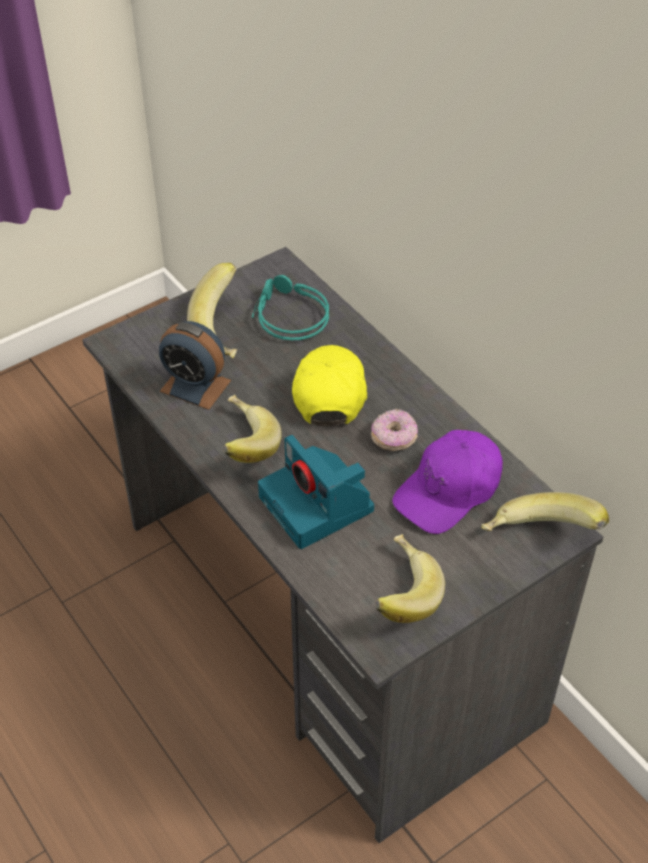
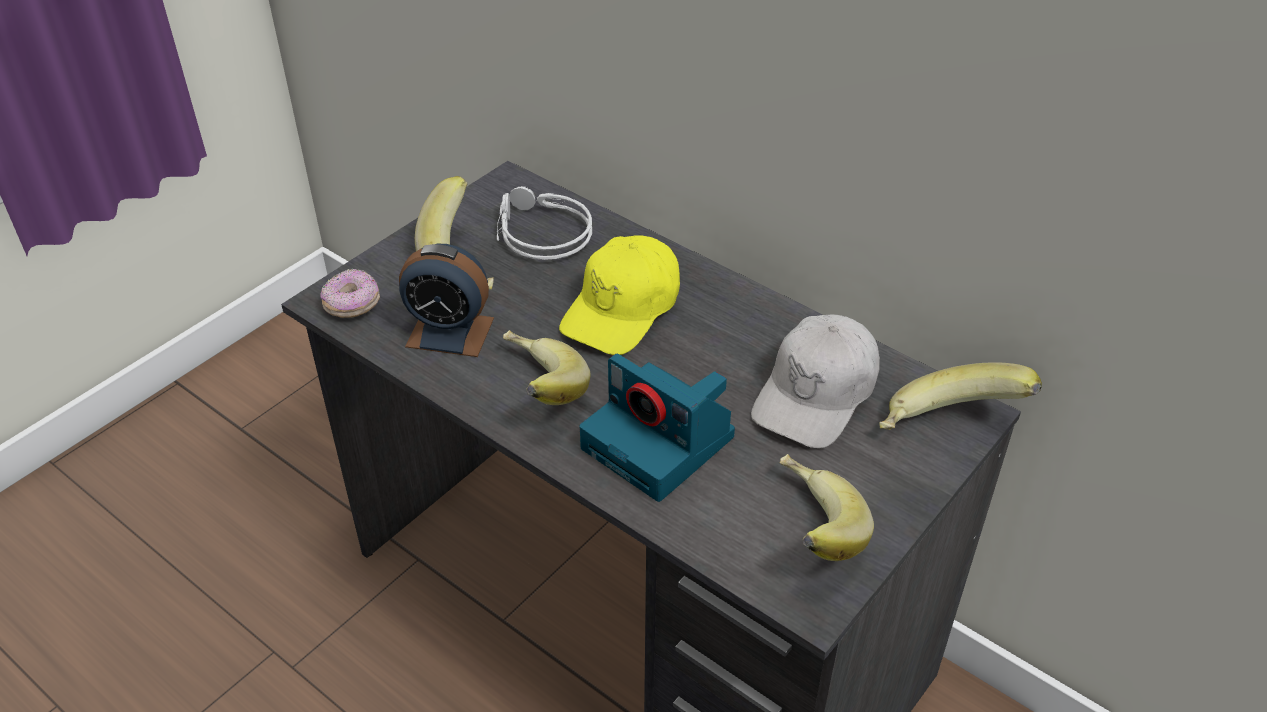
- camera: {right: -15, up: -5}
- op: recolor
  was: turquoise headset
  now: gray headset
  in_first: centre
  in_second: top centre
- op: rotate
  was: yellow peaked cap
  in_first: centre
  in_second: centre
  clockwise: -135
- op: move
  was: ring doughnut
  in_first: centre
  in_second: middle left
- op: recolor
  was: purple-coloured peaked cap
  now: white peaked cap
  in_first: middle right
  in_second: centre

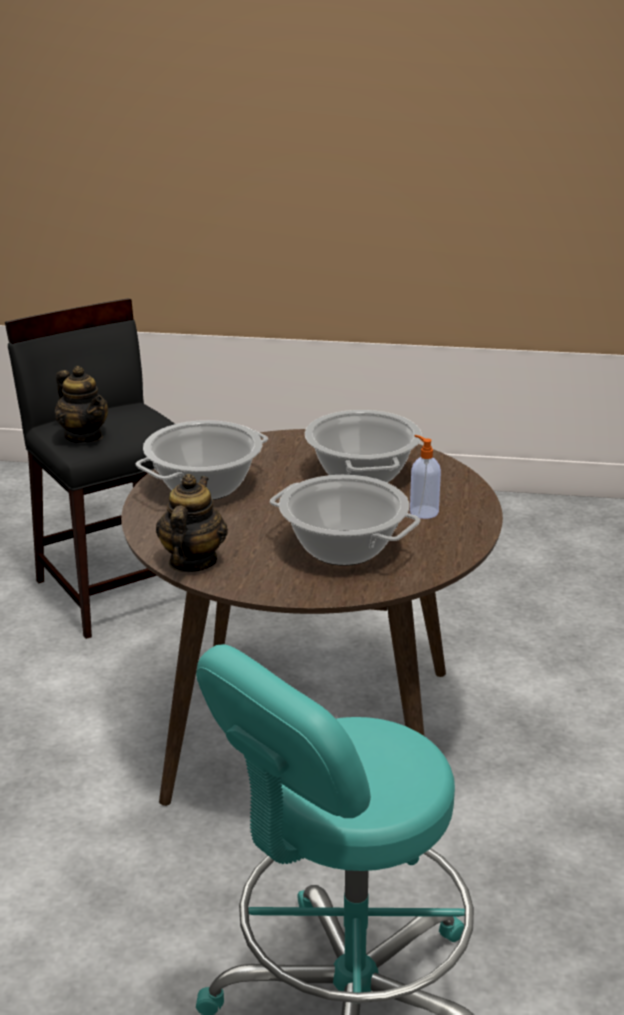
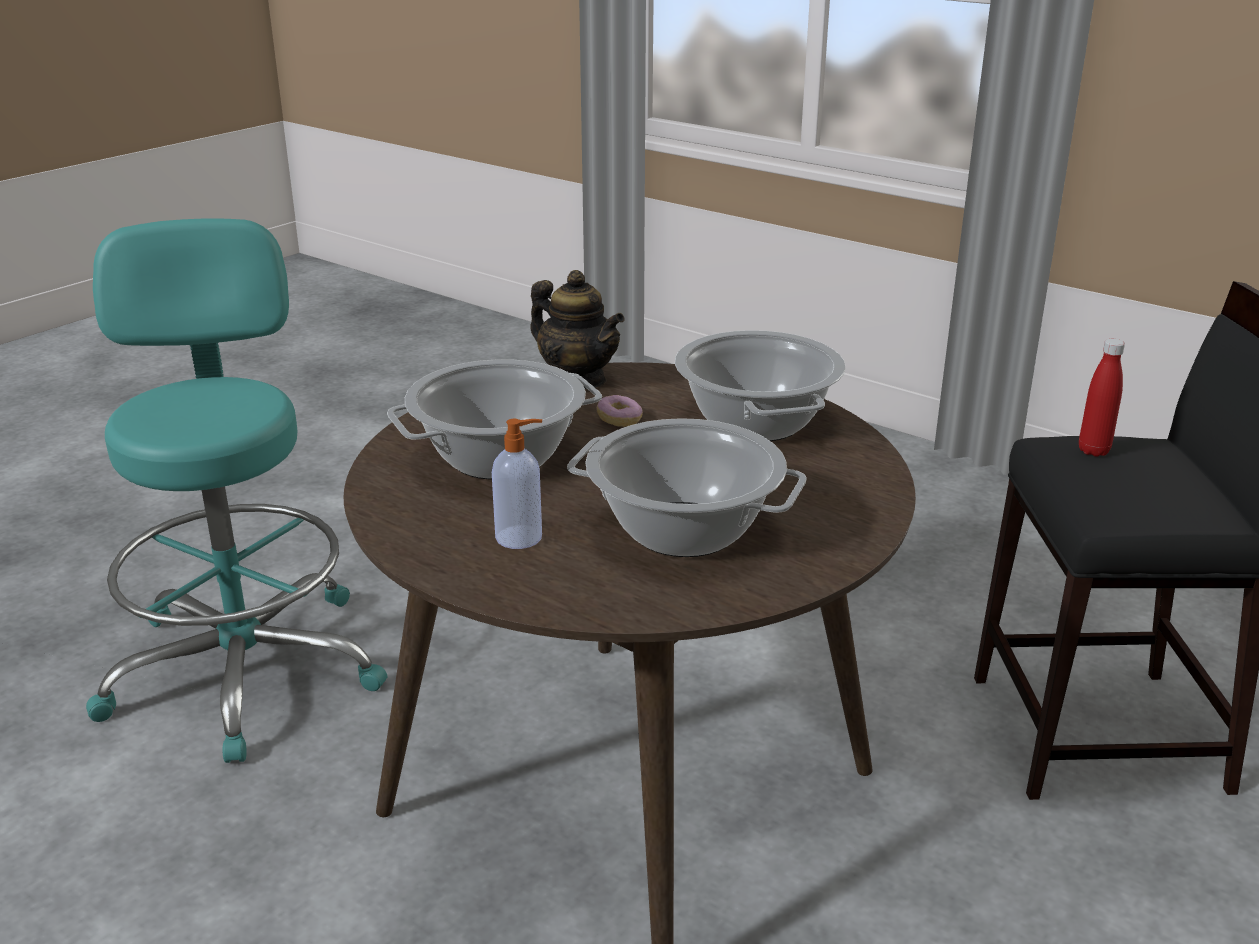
- camera: {right: 120, up: 0}
- op: replace
  was: tea pot (1st from left)
  now: reddish drink bottle
  in_first: middle left
  in_second: middle right
- op: insert
  now: ring doughnut
  in_second: centre

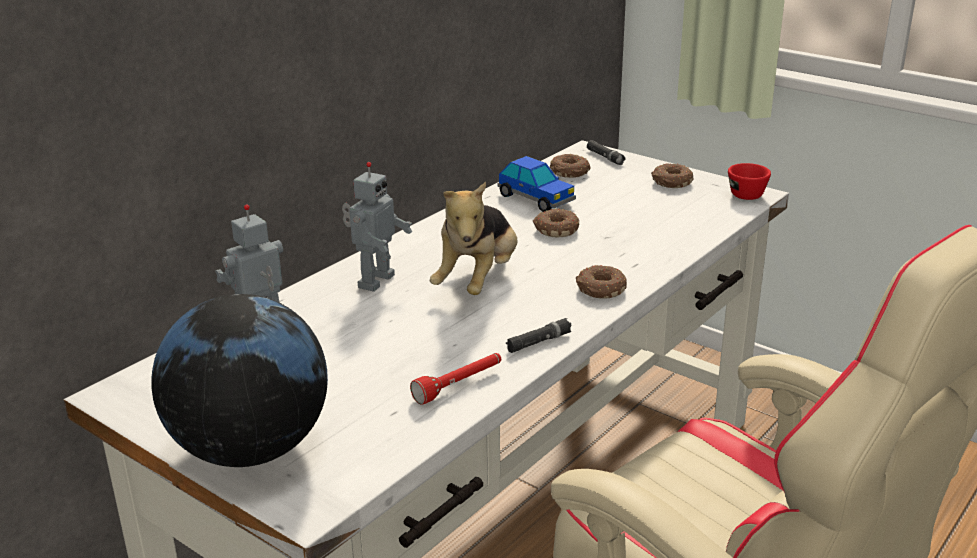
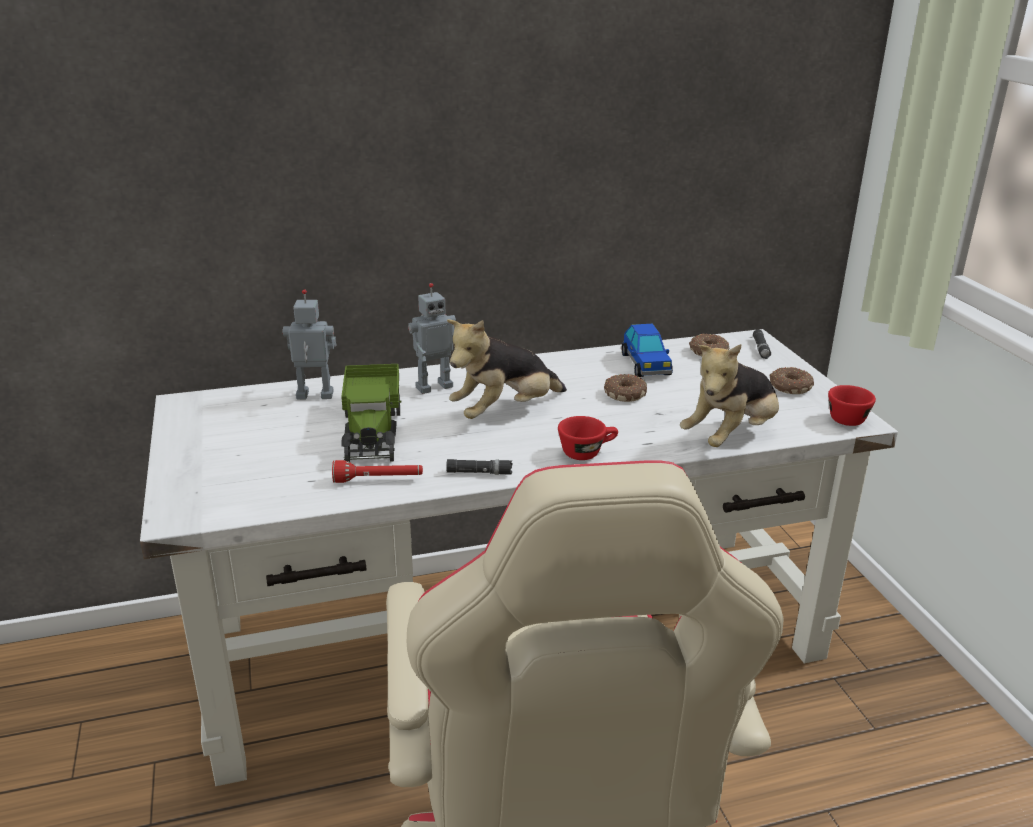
- camera: {right: 35, up: 0}
- op: replace
  was: ring doughnut (3rd from left)
  now: reddish small cup (1st from left)
  in_first: centre
  in_second: centre
- op: delete
  was: world globe
  in_first: bottom left
- op: insert
  now: soft toy (2nd from left)
  in_second: middle right
- op: insert
  now: model truck
  in_second: centre

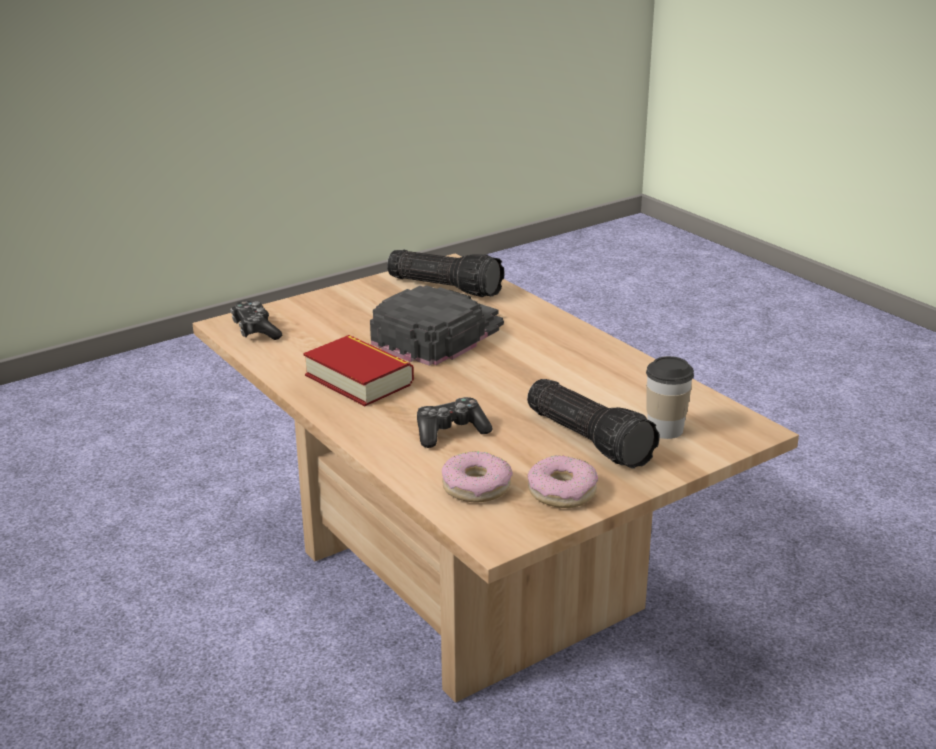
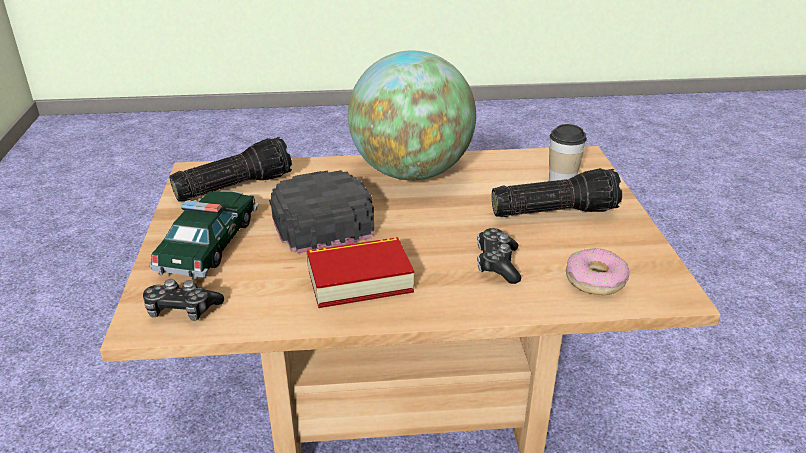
- camera: {right: -60, up: 5}
- op: delete
  was: ring doughnut (2nd from left)
  in_first: centre
- op: insert
  now: world globe
  in_second: top centre
- op: insert
  now: model car
  in_second: middle left

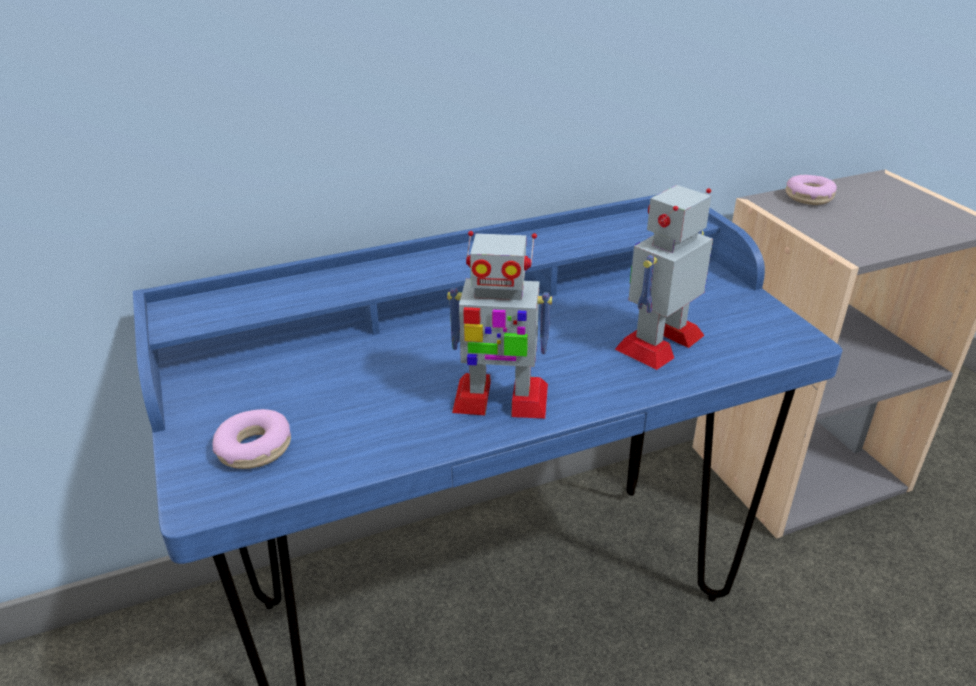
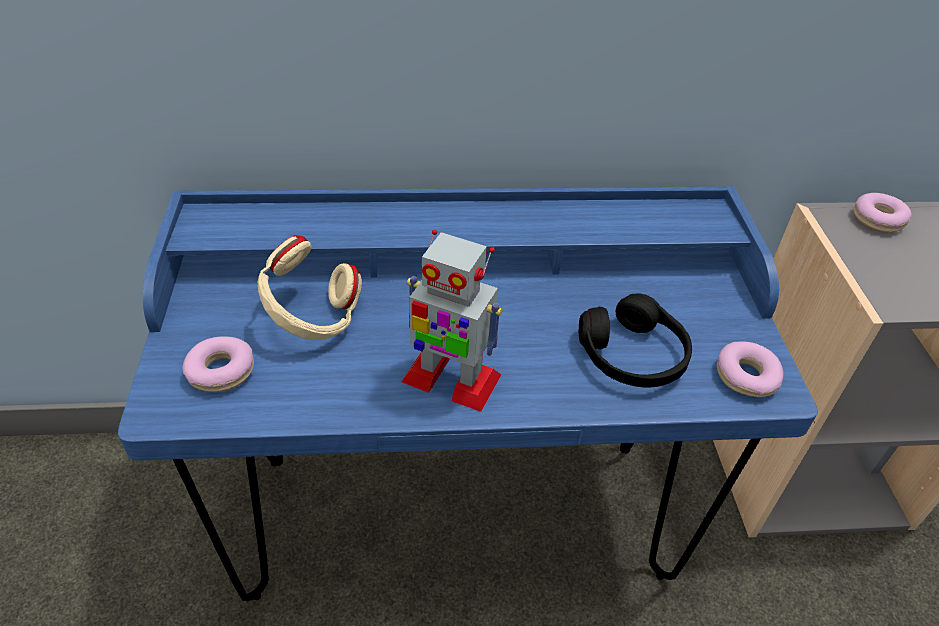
- camera: {right: 15, up: 10}
- op: replace
  was: model robot (2nd from left)
  now: black headset
  in_first: middle right
  in_second: middle right
- op: insert
  now: sand-coloured headset
  in_second: middle left
- op: insert
  now: ring doughnut (2nd from left)
  in_second: middle right

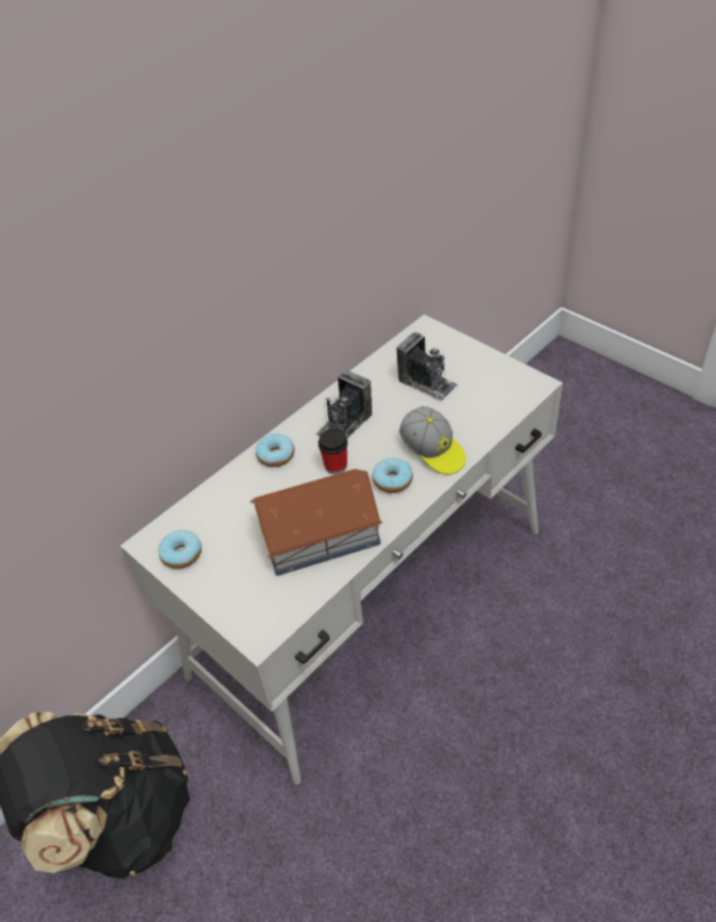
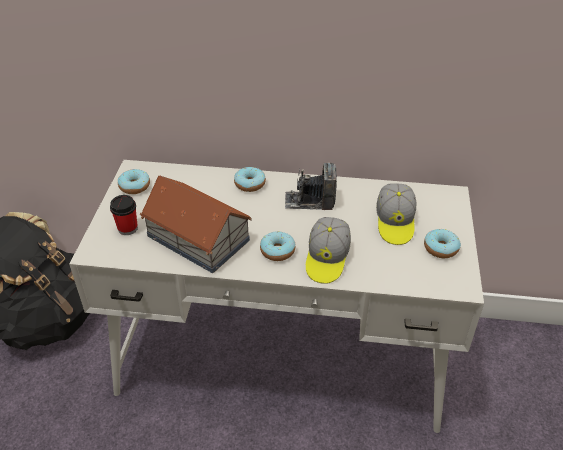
- camera: {right: 50, up: -5}
- op: replace
  was: photo camera (2nd from left)
  now: peaked cap (2nd from left)
  in_first: centre
  in_second: middle right
- op: move
  was: small cup
  in_first: centre
  in_second: middle left
- op: insert
  now: ring doughnut (4th from left)
  in_second: middle right

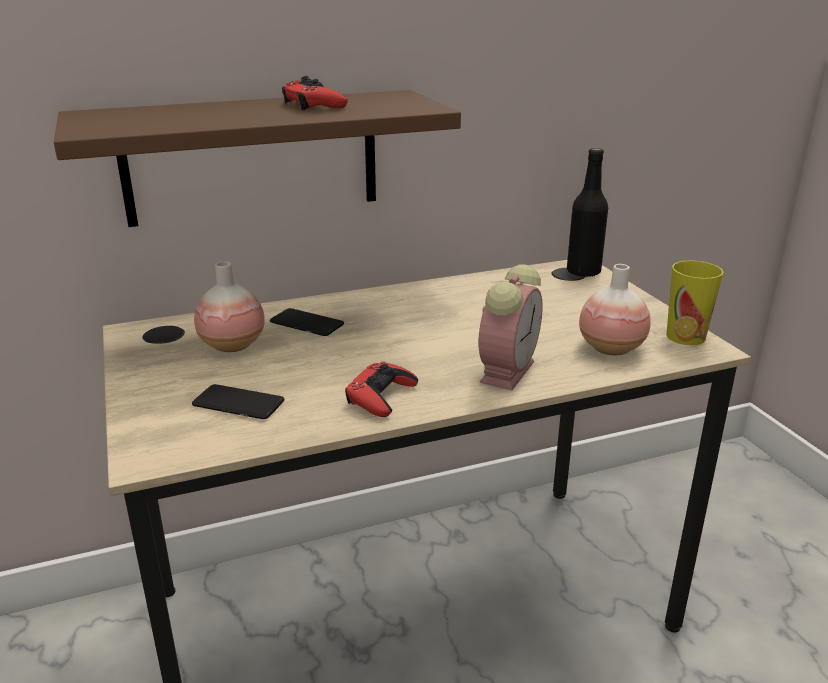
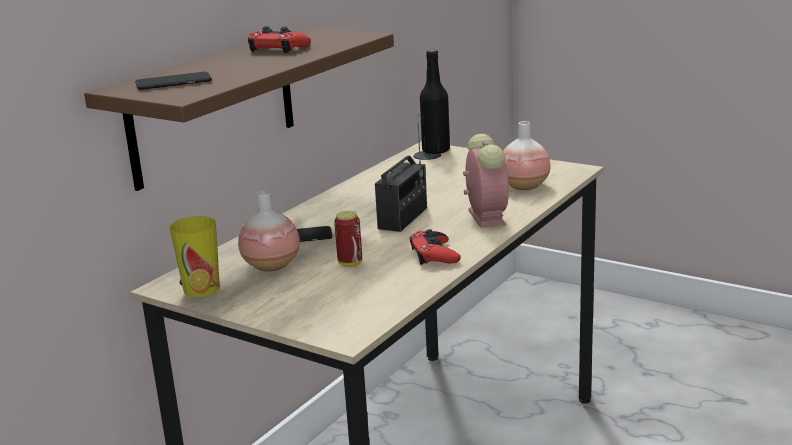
- camera: {right: -35, up: -5}
- op: move
  was: small cup
  in_first: middle right
  in_second: middle left
- op: move
  was: telephone (1st from left)
  in_first: middle left
  in_second: top left
- op: insert
  now: radio receiver
  in_second: centre
- op: insert
  now: sealed can
  in_second: centre

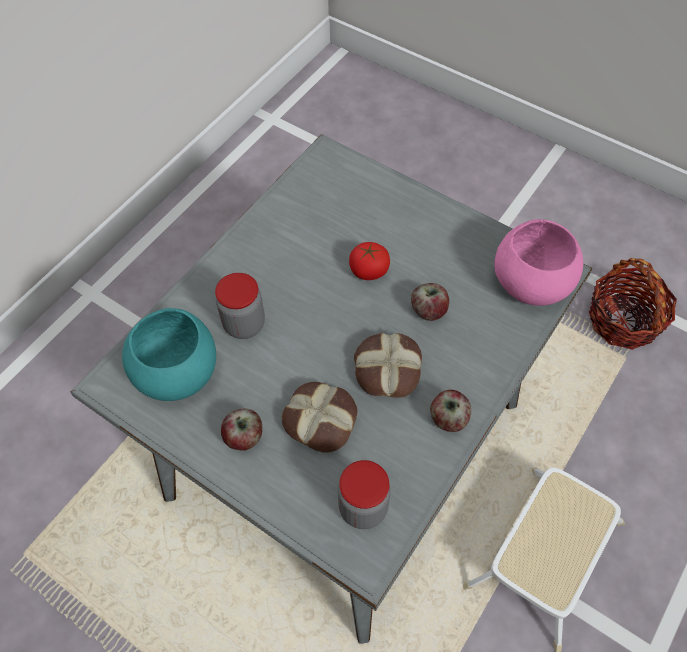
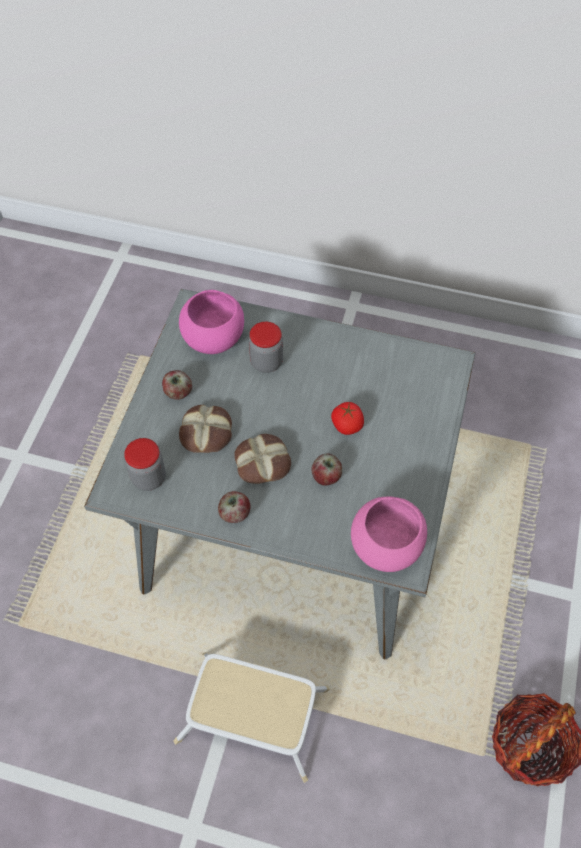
- camera: {right: 70, up: 0}
- op: recolor
  was: turquoise serving bowl
  now: pink-coloured serving bowl (1st from left)
  in_first: middle left
  in_second: centre

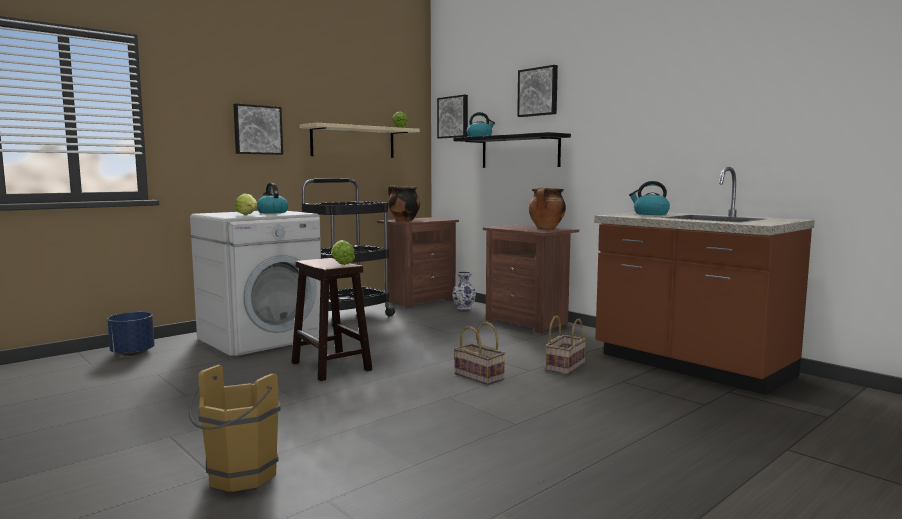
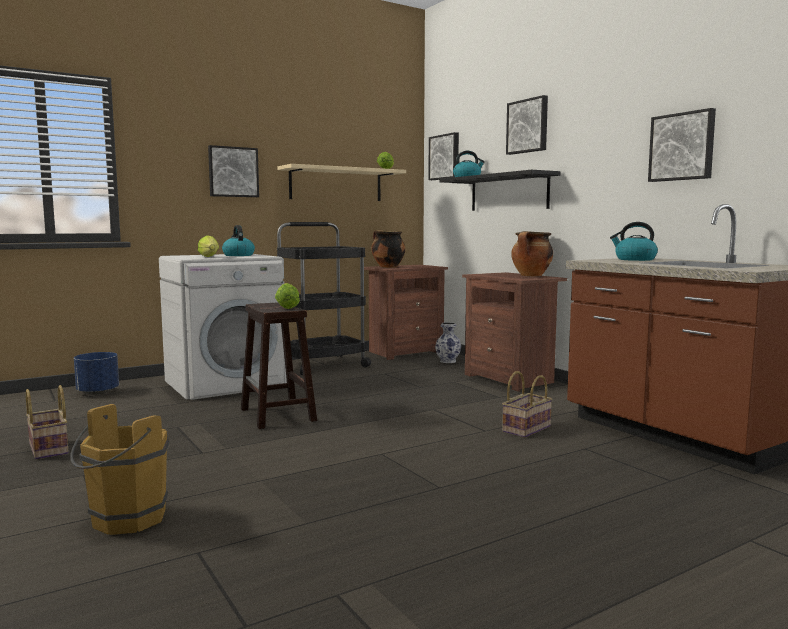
- camera: {right: 10, up: 0}
- op: move
  was: household basket (1st from left)
  in_first: bottom centre
  in_second: bottom left
- op: insert
  now: wall art (4th from left)
  in_second: top right

